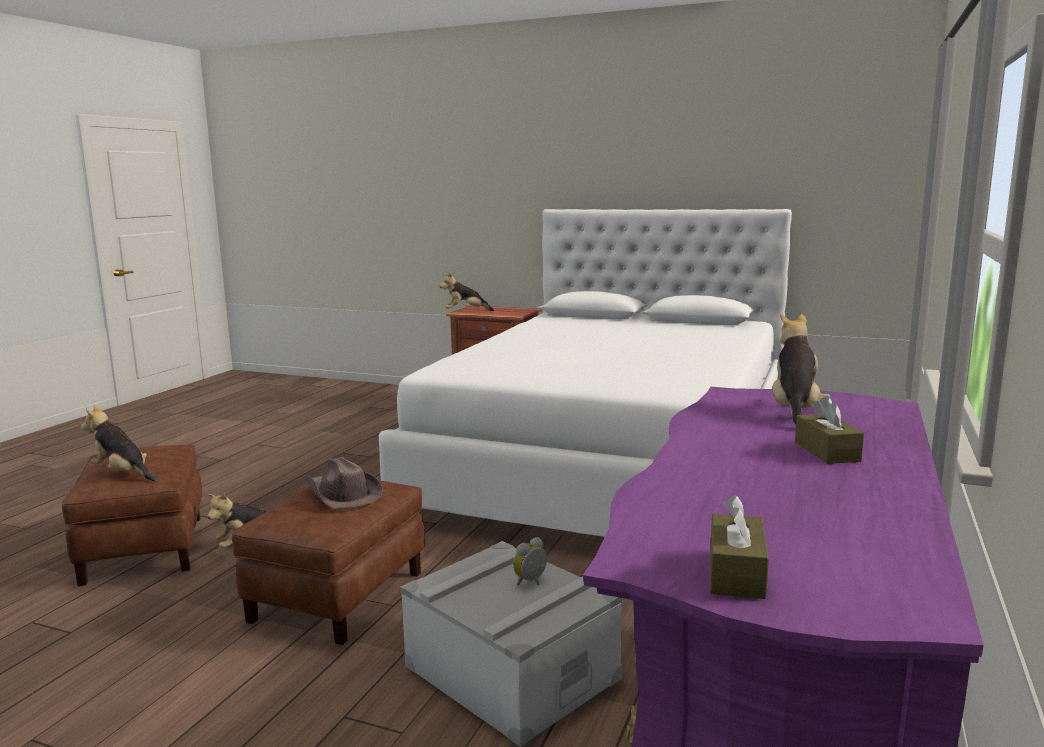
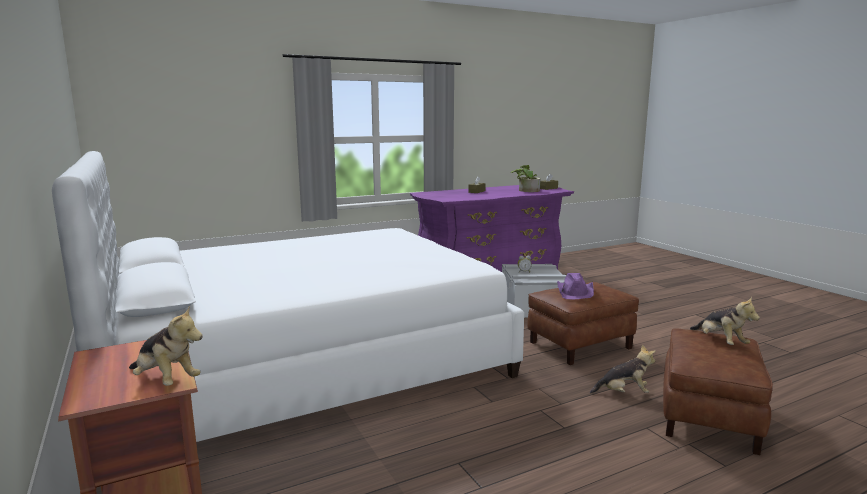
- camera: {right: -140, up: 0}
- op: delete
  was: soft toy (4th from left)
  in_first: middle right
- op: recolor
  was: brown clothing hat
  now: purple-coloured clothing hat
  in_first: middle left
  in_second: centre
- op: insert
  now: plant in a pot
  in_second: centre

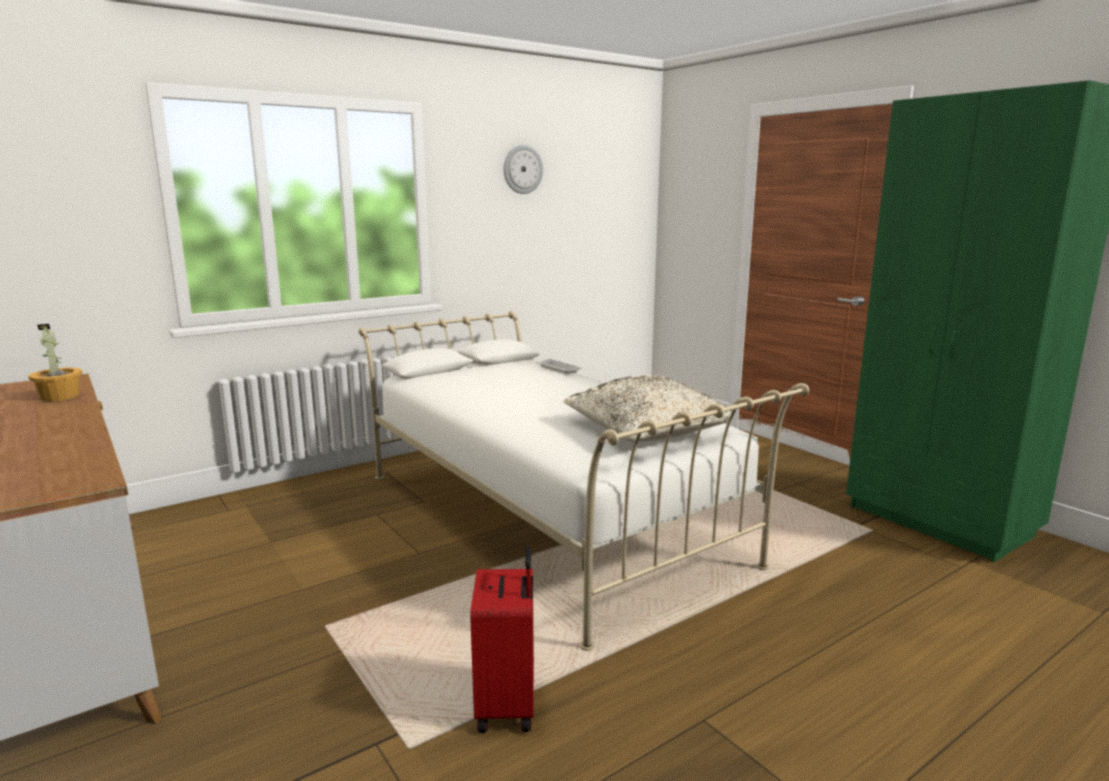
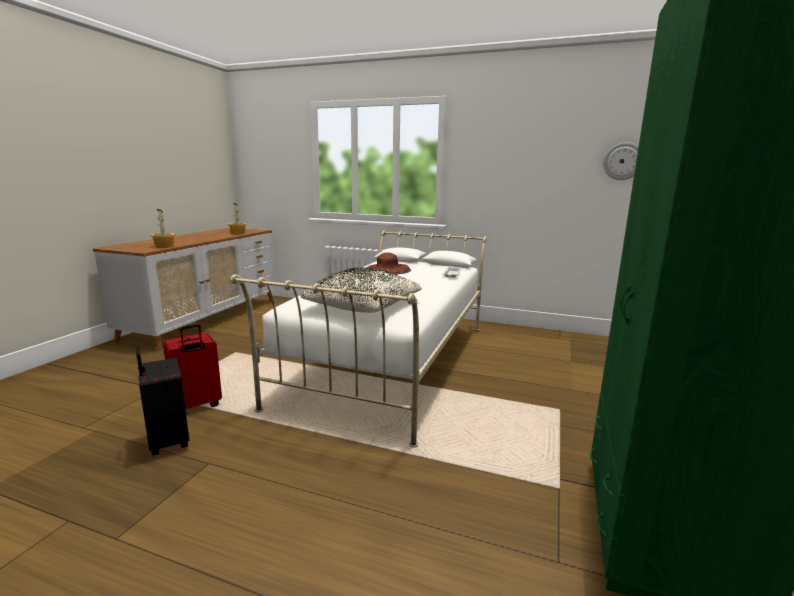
- camera: {right: 55, up: 0}
- op: move
  was: wall clock
  in_first: top centre
  in_second: top right
- op: insert
  now: plant in a pot (1st from left)
  in_second: middle left
- op: insert
  now: brown clothing hat
  in_second: centre
- op: insert
  now: black travel case
  in_second: bottom left

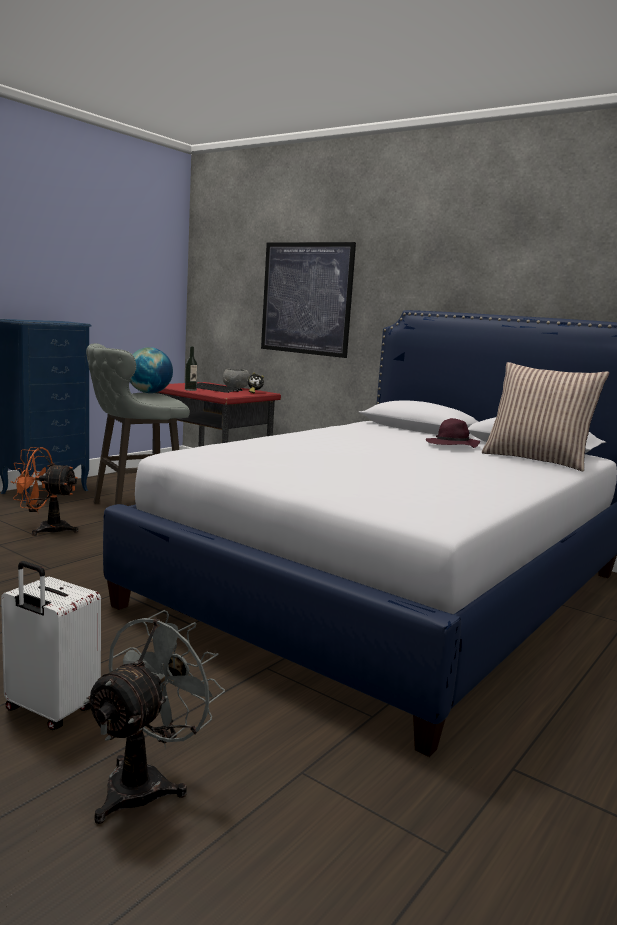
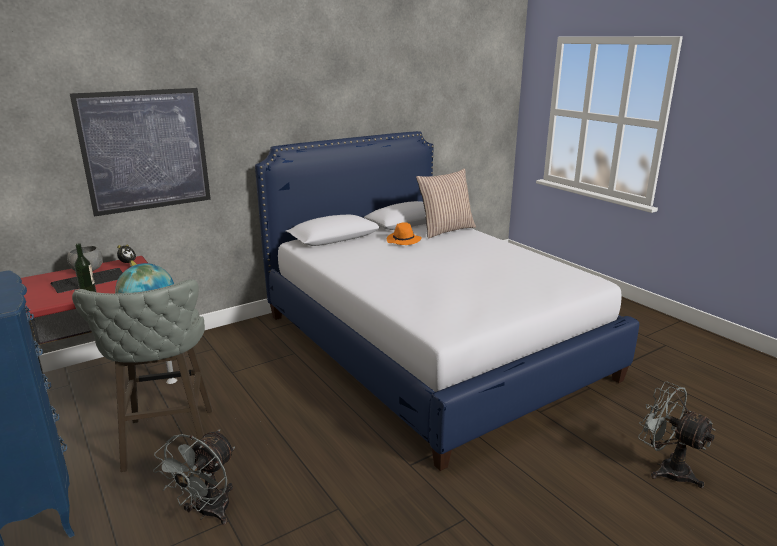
- camera: {right: -70, up: 10}
- op: recolor
  was: purple-coloured clothing hat
  now: orangey clothing hat
  in_first: middle right
  in_second: centre
- op: recolor
  was: orangey fan
  now: gray fan (1st from left)
  in_first: middle left
  in_second: bottom left
- op: delete
  was: white travel case
  in_first: bottom left

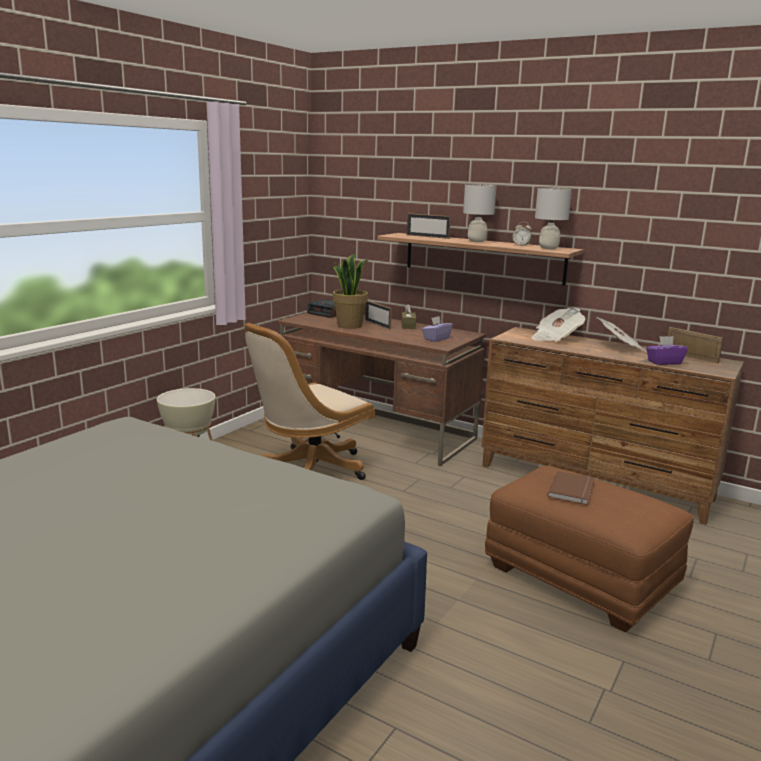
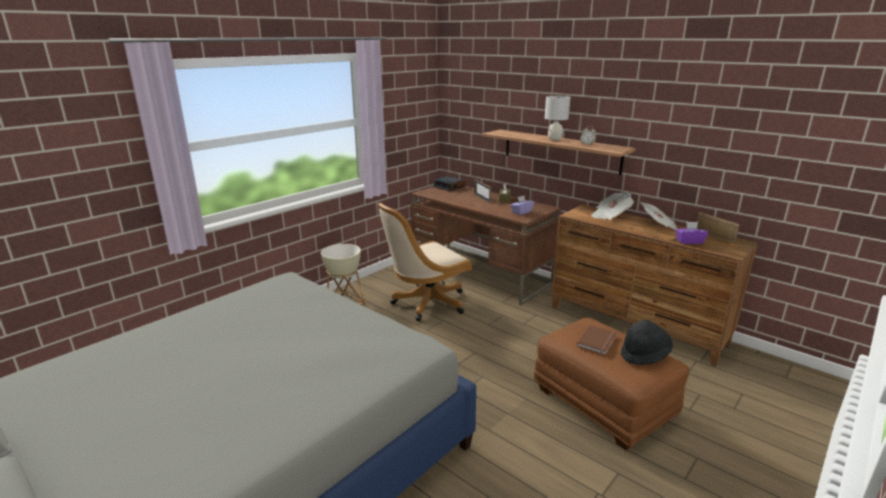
- camera: {right: 10, up: 5}
- op: delete
  was: gray tabletop lamp (2nd from left)
  in_first: top right
- op: delete
  was: photo frame (2nd from left)
  in_first: top centre
- op: delete
  was: plant in a pot
  in_first: centre
- op: insert
  now: black clothing hat
  in_second: bottom right

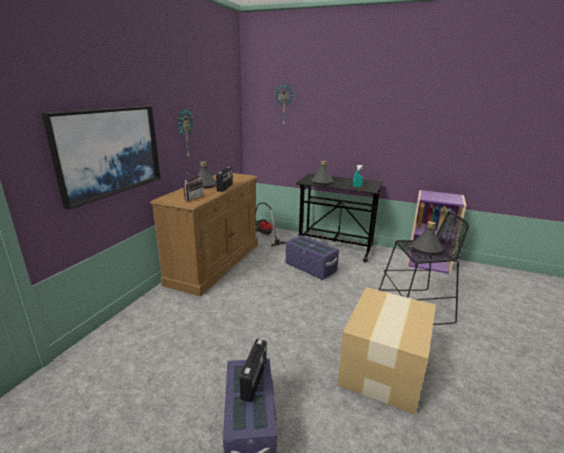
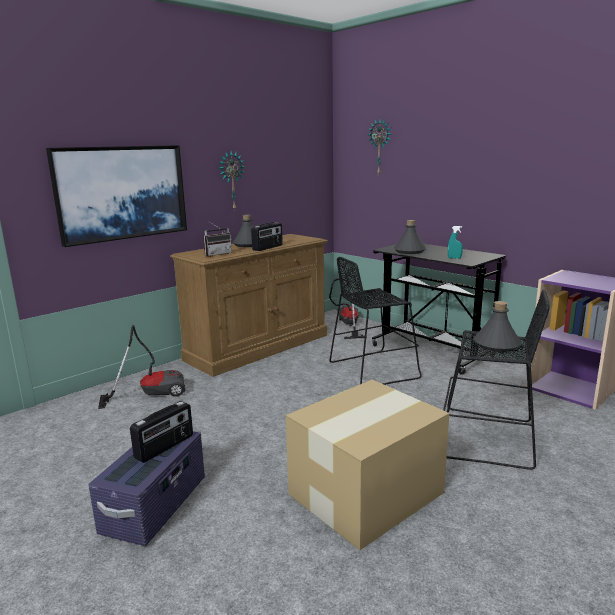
- camera: {right: 25, up: -5}
- op: replace
  was: purple-coloured storage box (2nd from left)
  now: black sitting stool (1st from left)
  in_first: centre
  in_second: centre
- op: insert
  now: vacuum (1st from left)
  in_second: middle left

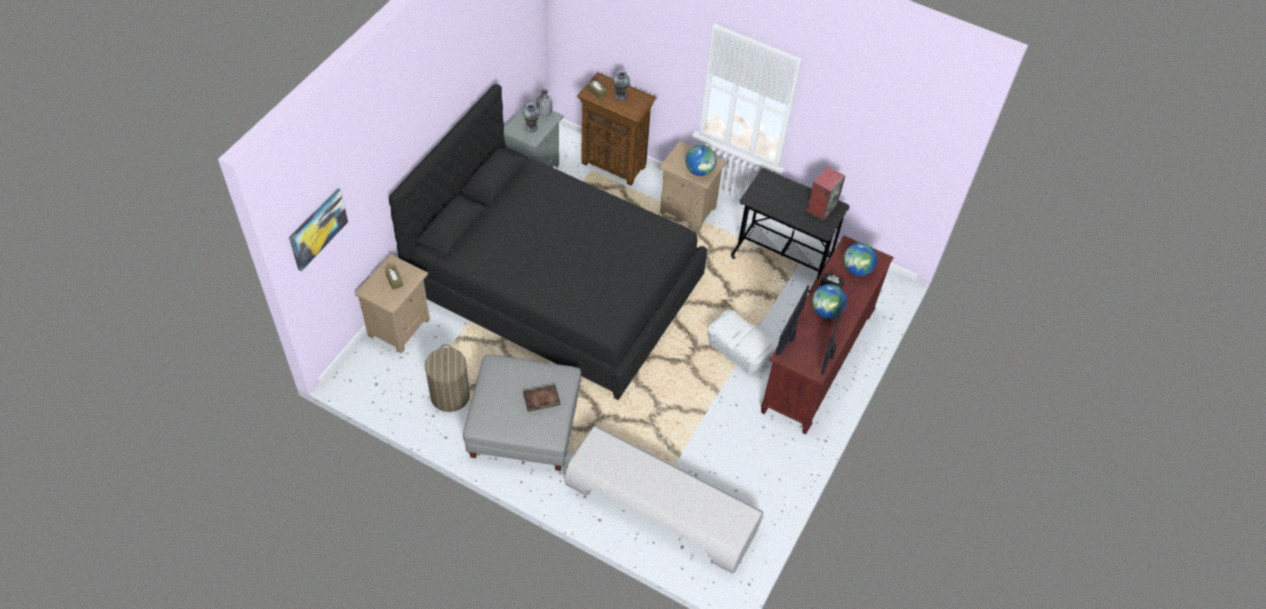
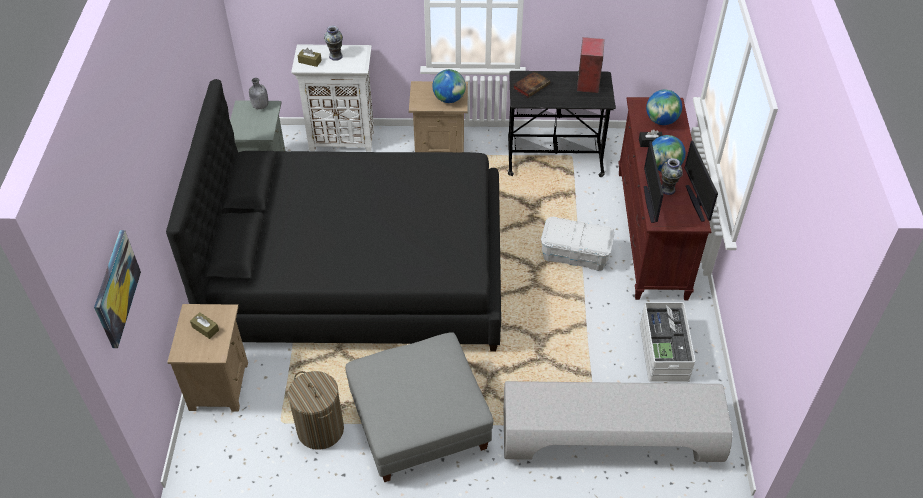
- camera: {right: -25, up: -5}
- op: recolor
  was: brown cupboard
  now: white cupboard
  in_first: top centre
  in_second: top centre
- op: move
  was: flower vase (1st from left in the first image)
  now: flower vase (2nd from left)
  in_first: top centre
  in_second: middle right
- op: move
  was: bound book
  in_first: centre
  in_second: top centre
- op: insert
  now: white storage box (2nd from left)
  in_second: bottom right

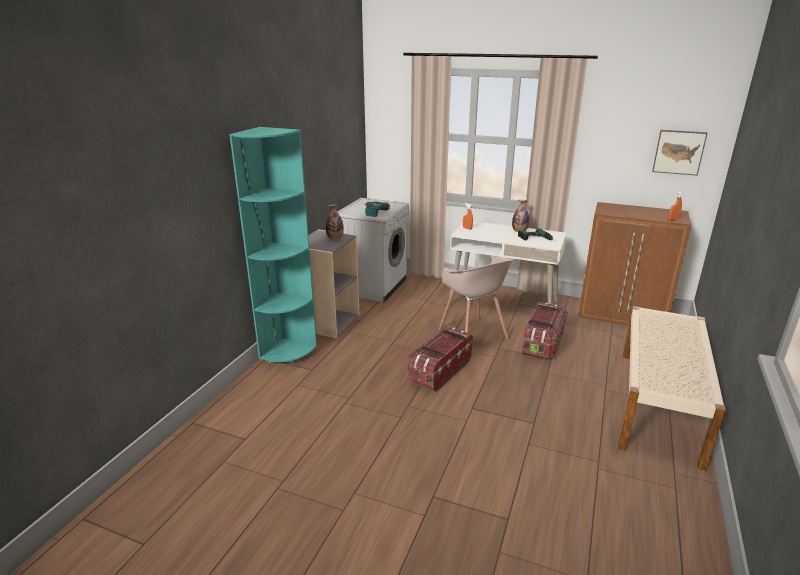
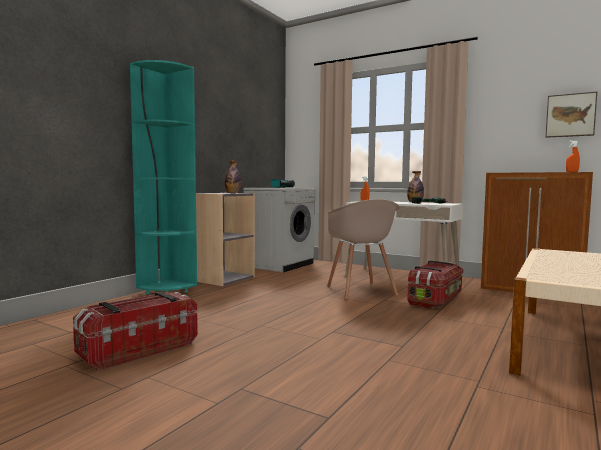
- camera: {right: 10, up: -20}
- op: move
  was: storage box (1st from left)
  in_first: centre
  in_second: bottom left

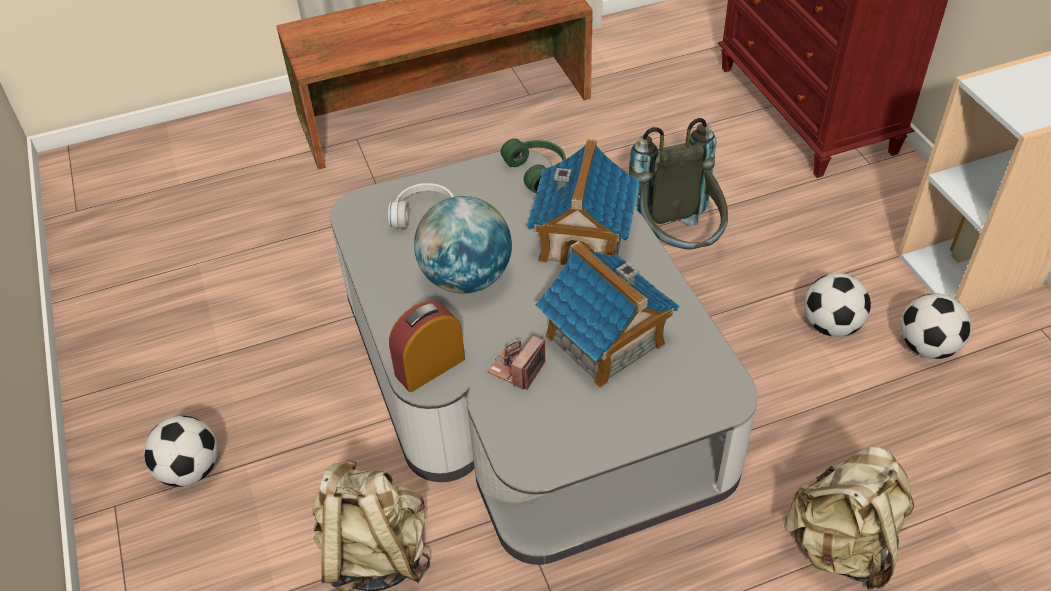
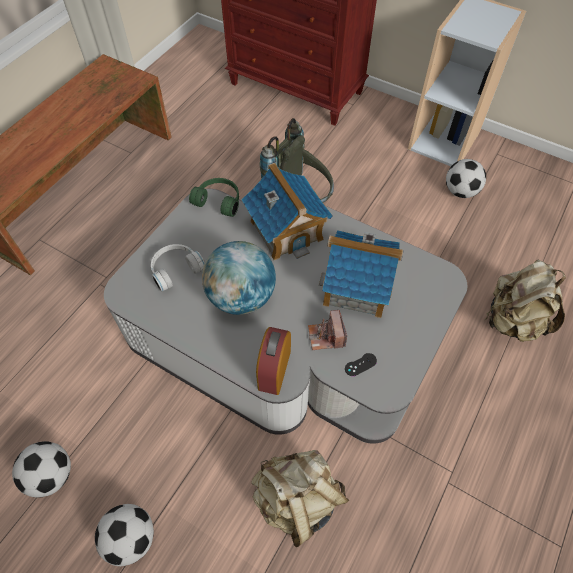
- camera: {right: -40, up: 10}
- op: move
  was: football (2nd from left in the first image)
  now: football (1st from left)
  in_first: middle right
  in_second: bottom left
- op: insert
  now: black game controller
  in_second: centre

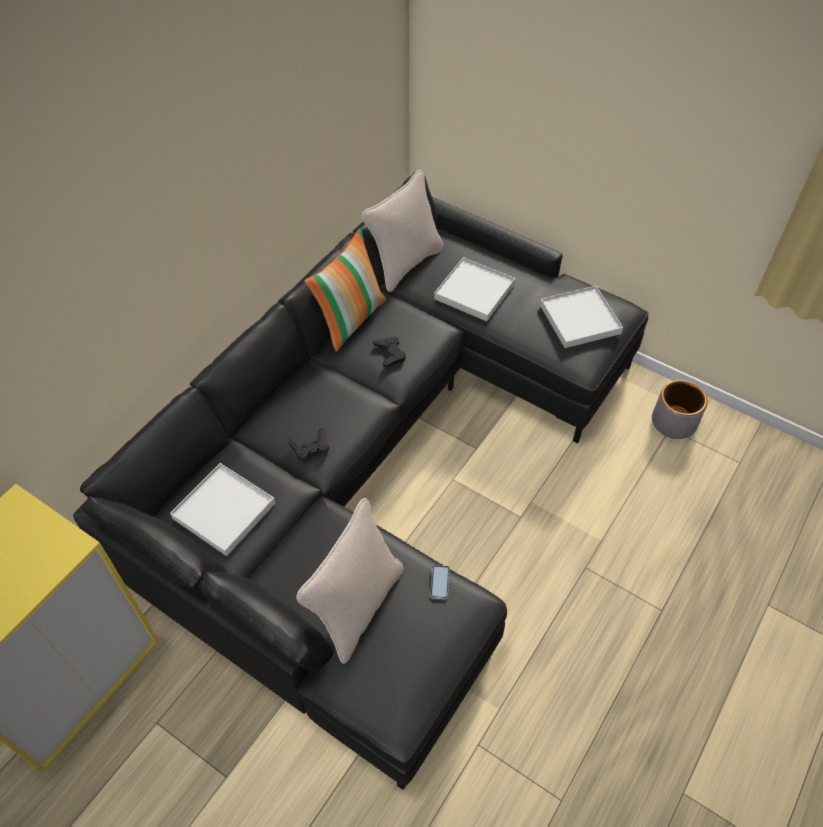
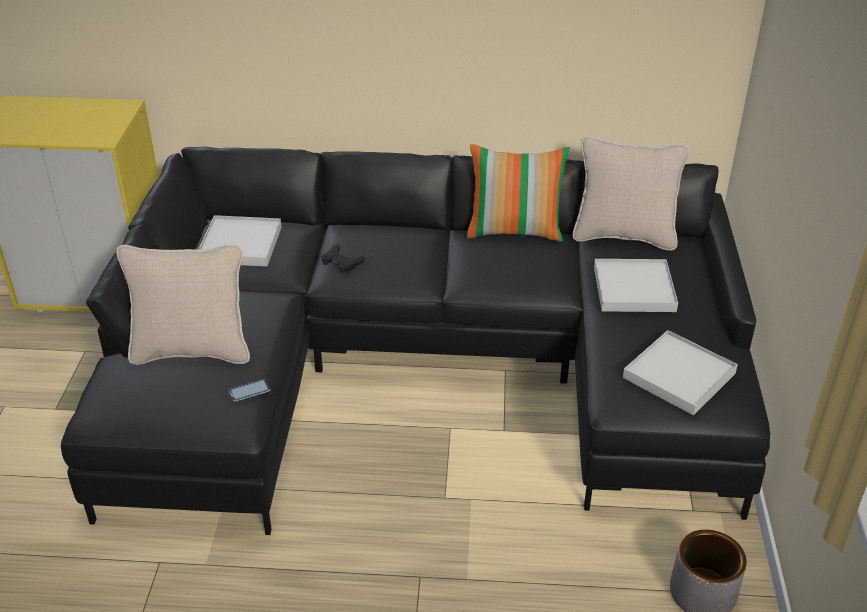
- camera: {right: 60, up: -15}
- op: delete
  was: black game controller (2nd from left)
  in_first: centre

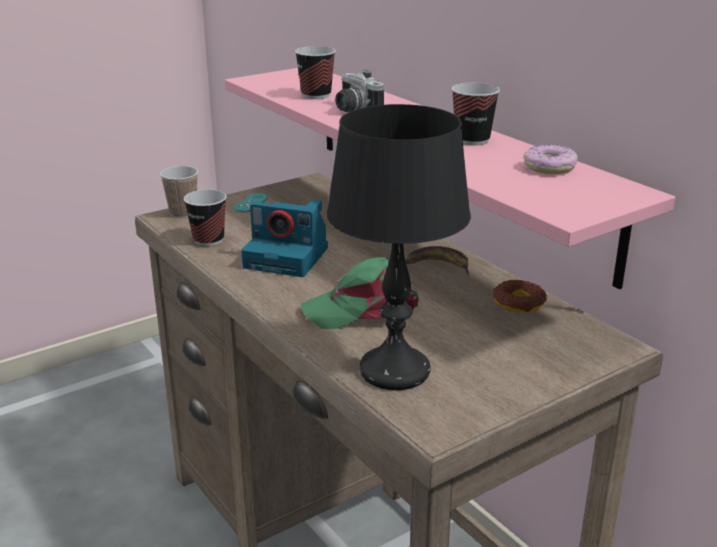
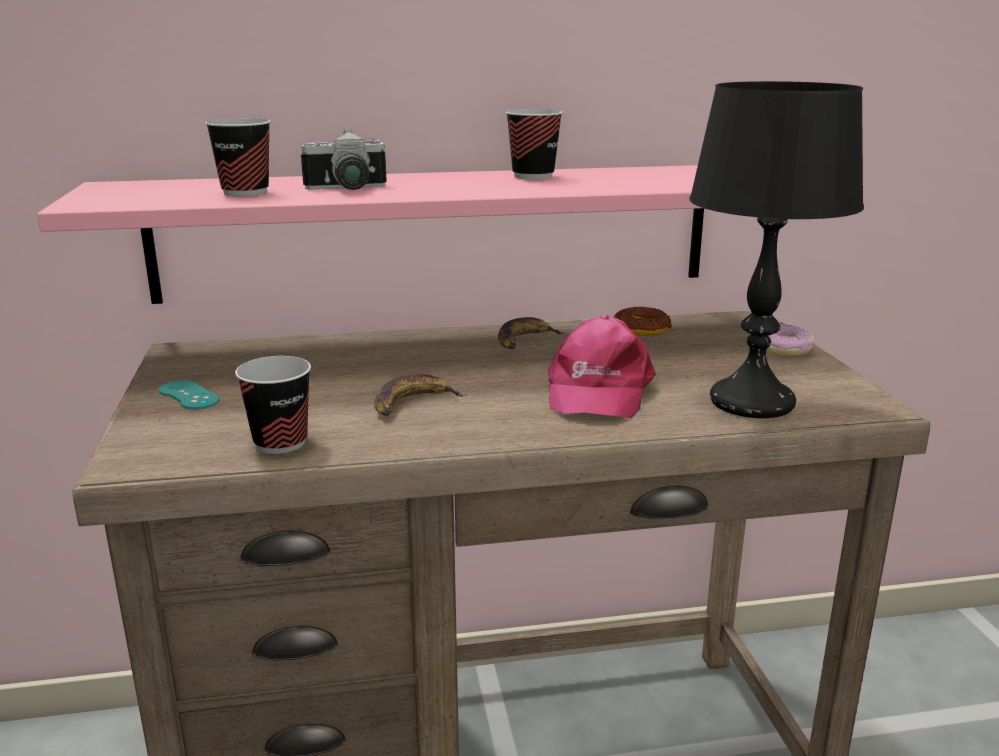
- camera: {right: -65, up: -5}
- op: move
  was: ring doughnut (2nd from left)
  in_first: top right
  in_second: middle right
- op: delete
  was: small cup (1st from left)
  in_first: middle left
- op: replace
  was: photo camera (1st from left)
  now: whole banana (1st from left)
  in_first: centre
  in_second: centre
- op: recolor
  was: greenish peaked cap
  now: pink-coloured peaked cap
  in_first: centre
  in_second: centre

